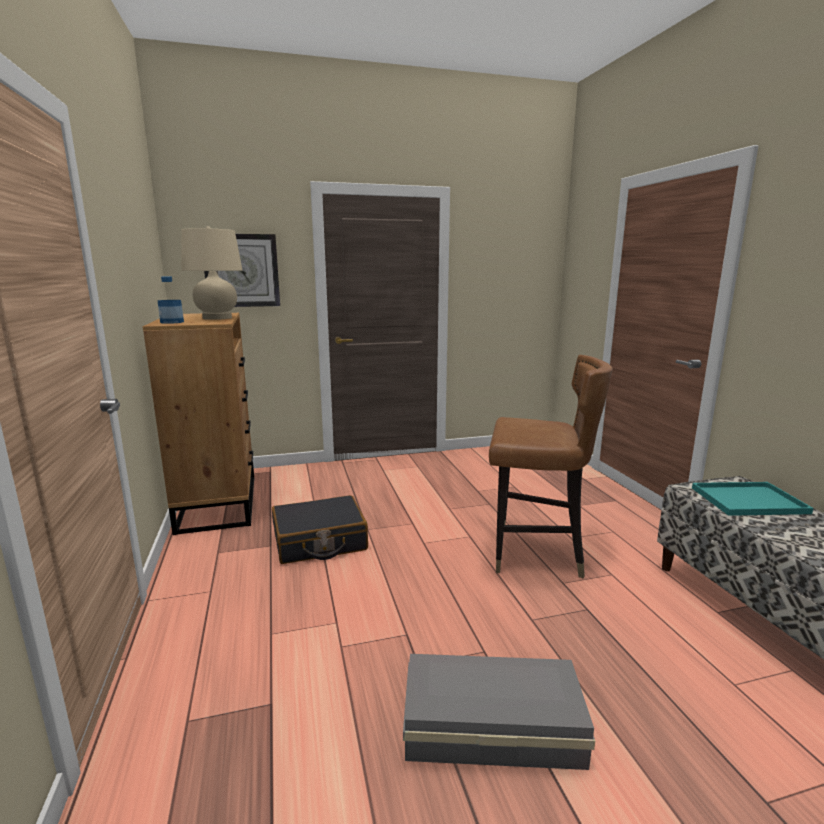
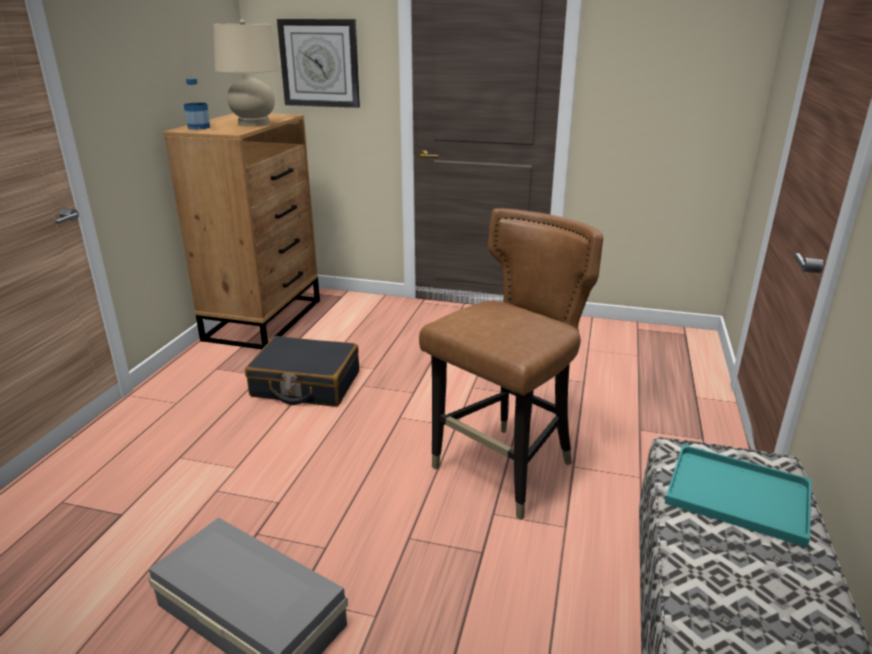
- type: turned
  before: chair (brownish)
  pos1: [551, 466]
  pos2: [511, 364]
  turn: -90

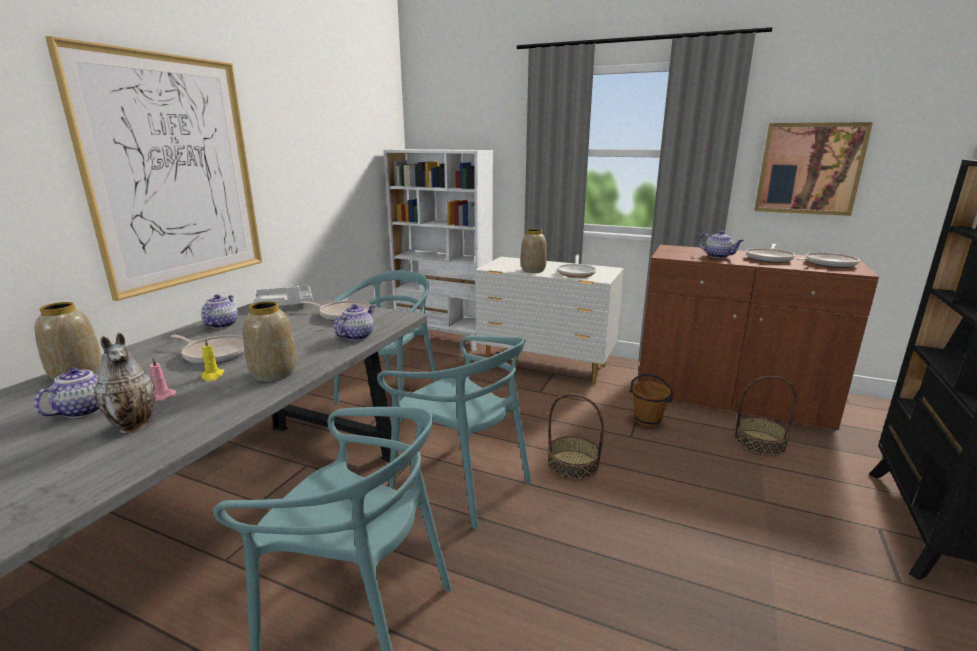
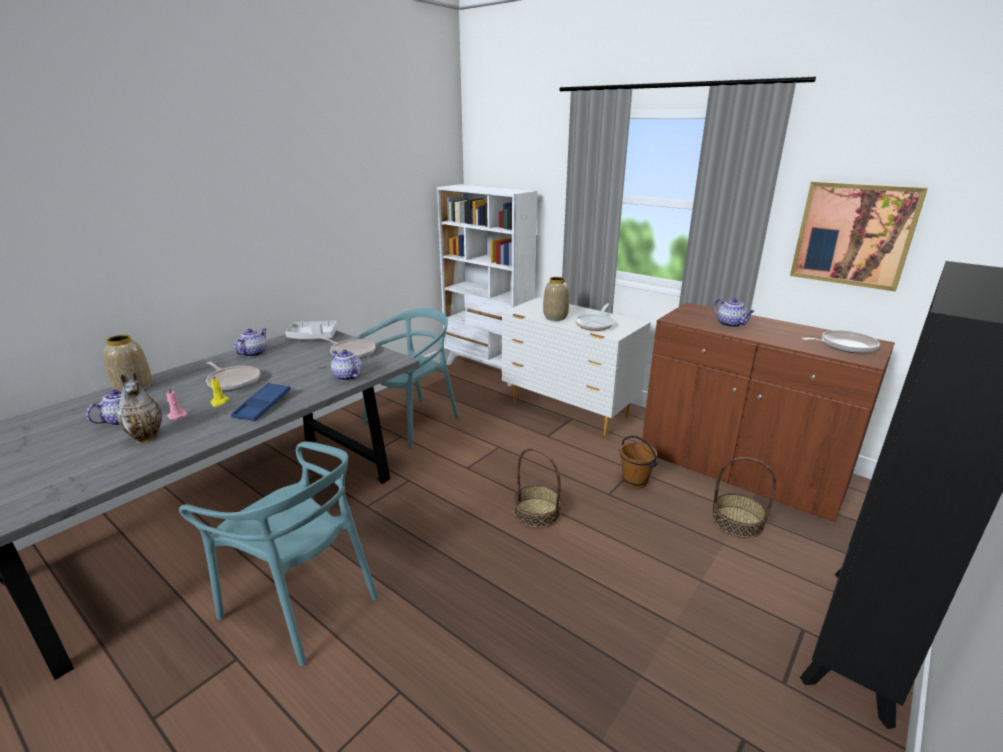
- type: removed
  before: picture
  pos1: [153, 168]
- type: removed
  before: skillet
  pos1: [770, 253]
- type: replaced
  before: vase
  after: serving tray (blue)
  pos1: [270, 341]
  pos2: [261, 402]
- type: turned
  before: teapot
  pos1: [354, 322]
  pos2: [346, 365]
  turn: -90
- type: removed
  before: chair (turquoise-coloured)
  pos1: [454, 432]

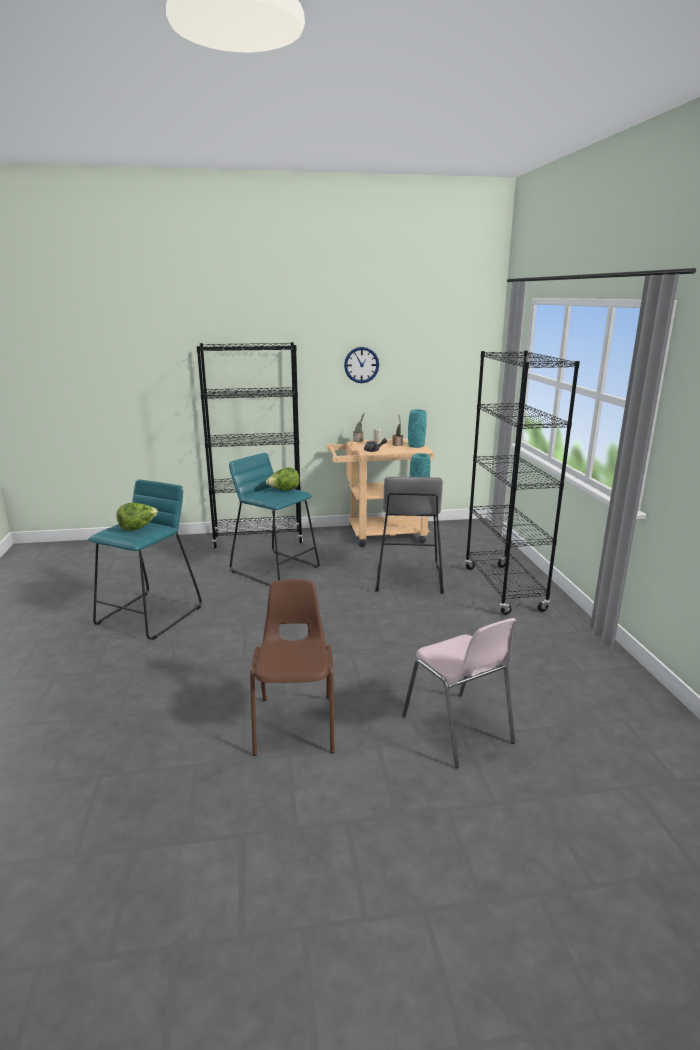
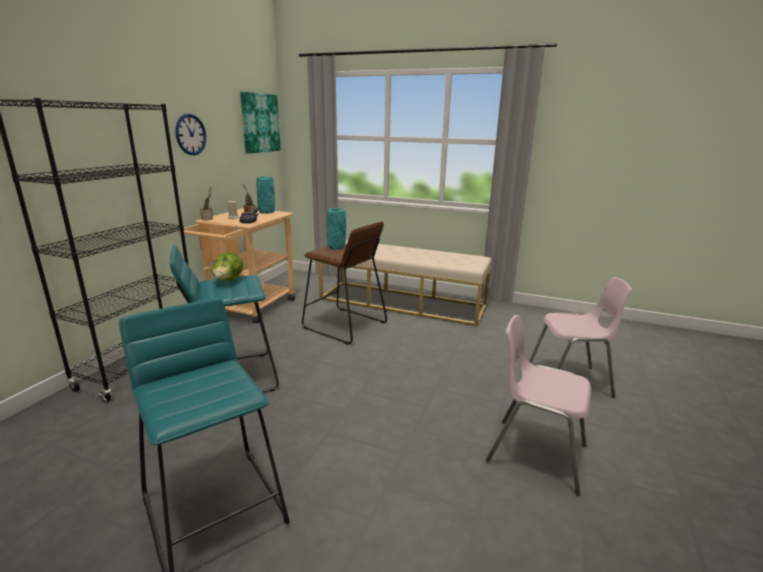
- type: replaced
  before: shelving unit (black)
  after: indoor bench (beige)
  pos1: [522, 482]
  pos2: [404, 283]
- type: recoloured
  before: stool seat (gray)
  after: stool seat (brownish)
  pos1: [409, 535]
  pos2: [344, 283]
- type: removed
  before: head of lettuce
  pos1: [137, 516]
- type: recoloured
  before: chair (brownish)
  after: chair (pinkish)
  pos1: [292, 667]
  pos2: [538, 405]
- type: added
  after: picture
  pos2: [260, 123]

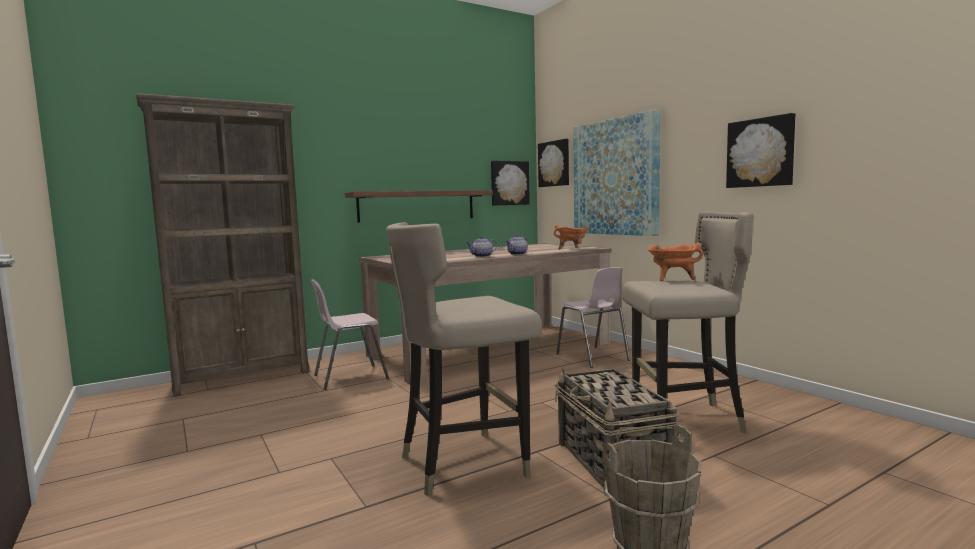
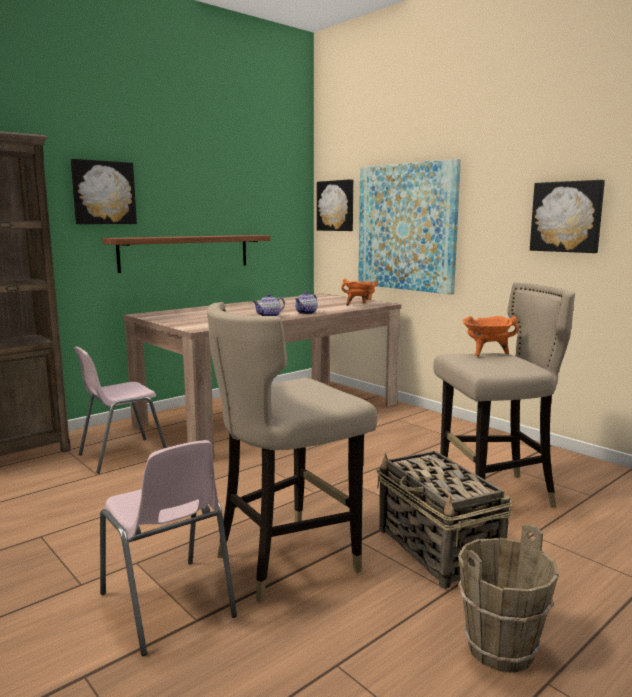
- type: moved
  before: picture
  pos1: [510, 183]
  pos2: [104, 191]
- type: moved
  before: chair (pinkish)
  pos1: [593, 317]
  pos2: [168, 548]

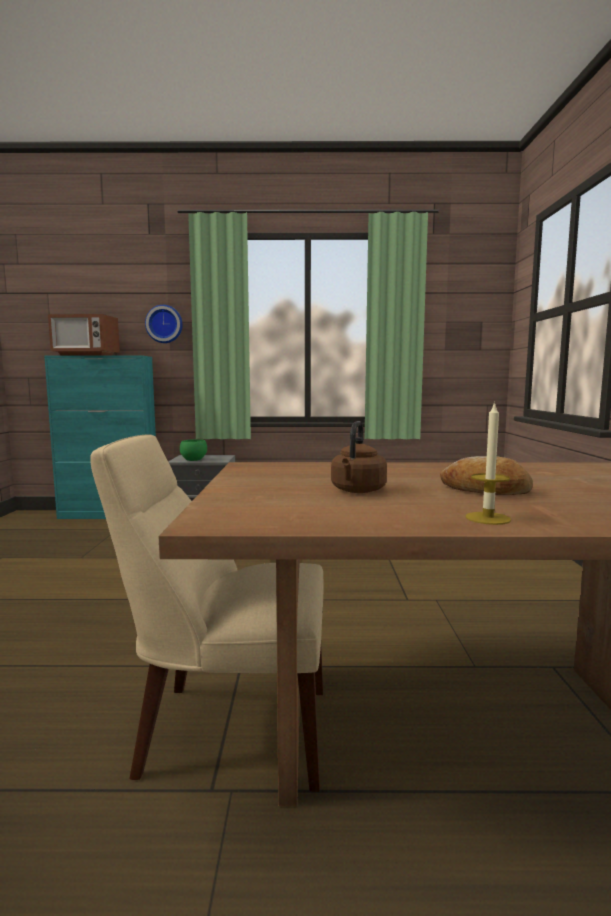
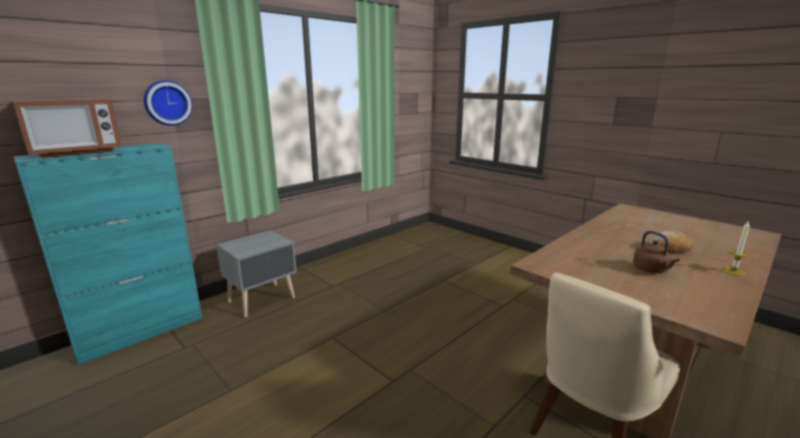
- type: removed
  before: deep dish (greenish)
  pos1: [193, 450]

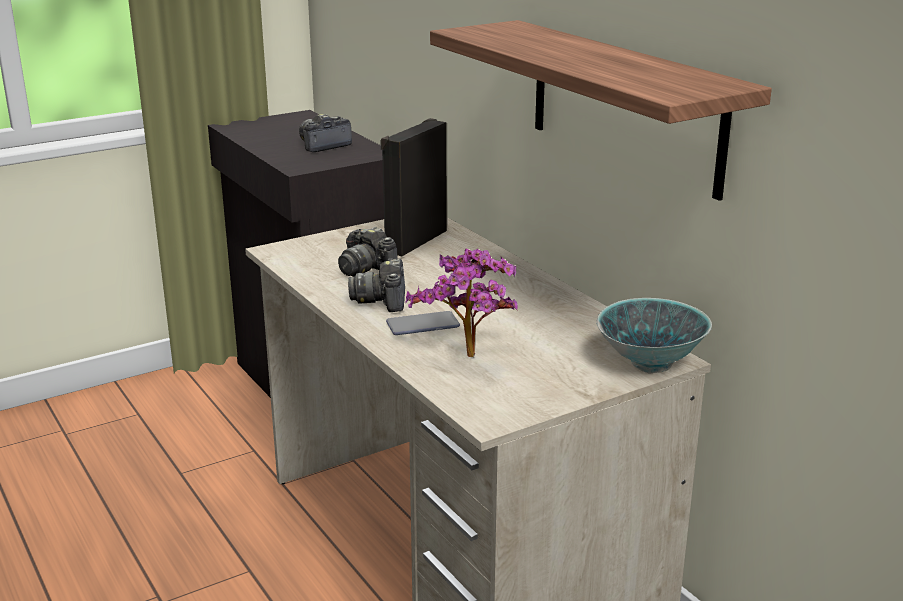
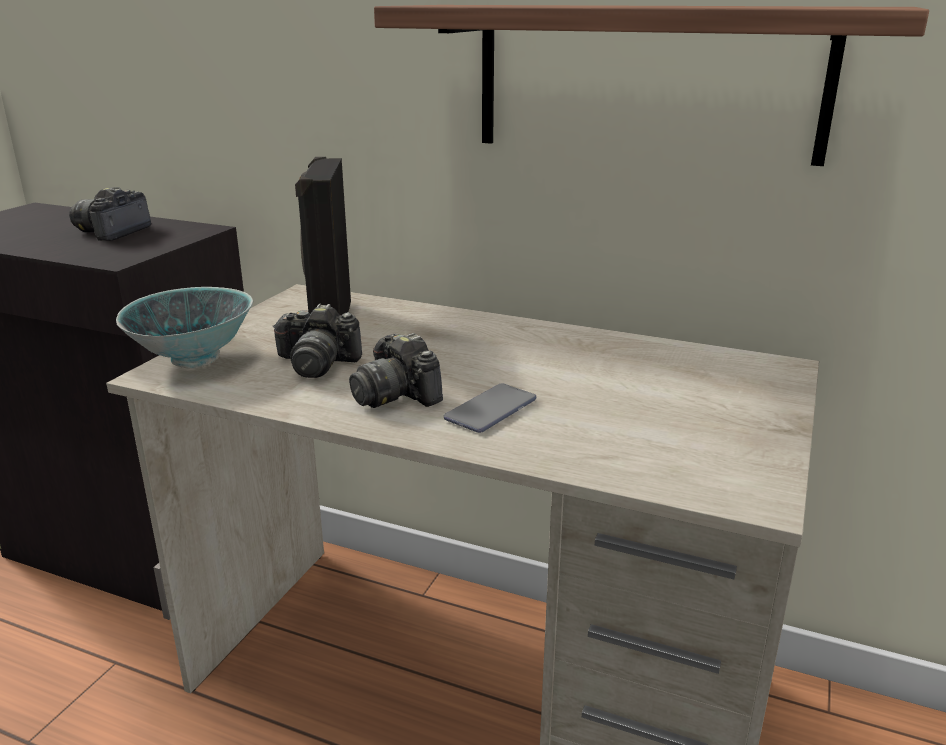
- type: removed
  before: houseplant
  pos1: [461, 302]
- type: moved
  before: deep dish
  pos1: [654, 335]
  pos2: [184, 328]

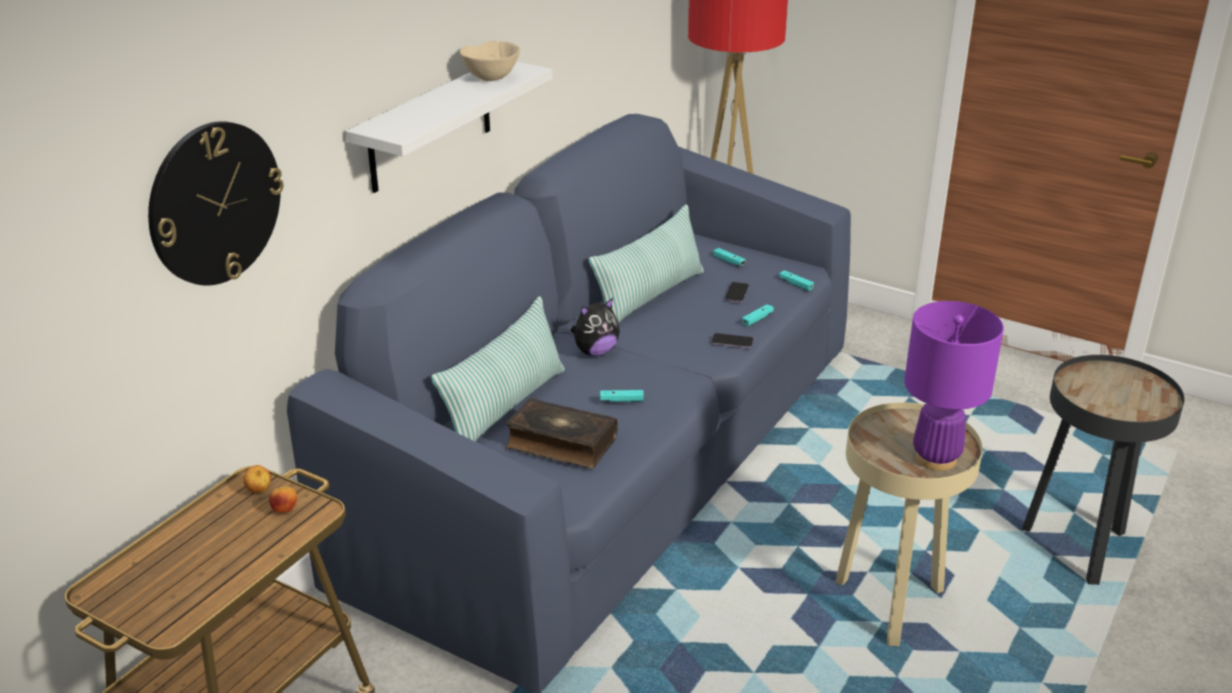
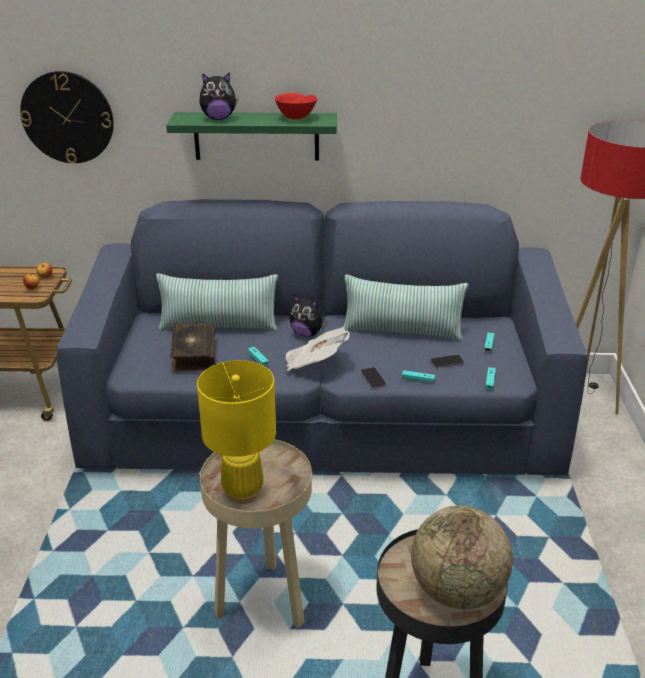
- type: recoloured
  before: deep dish (beige)
  after: deep dish (red)
  pos1: [490, 61]
  pos2: [296, 106]
- type: recoloured
  before: wall shelf (whitish)
  after: wall shelf (greenish)
  pos1: [449, 127]
  pos2: [251, 136]
- type: recoloured
  before: lamp for a table (purplish)
  after: lamp for a table (yellow)
  pos1: [954, 386]
  pos2: [236, 432]
- type: added
  after: cuddly toy
  pos2: [218, 96]
- type: added
  after: daily paper
  pos2: [318, 349]
- type: added
  after: desk globe
  pos2: [462, 557]

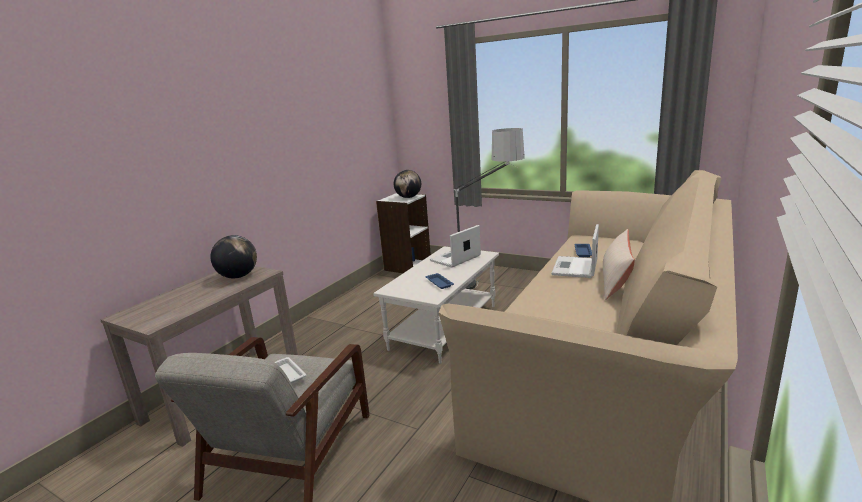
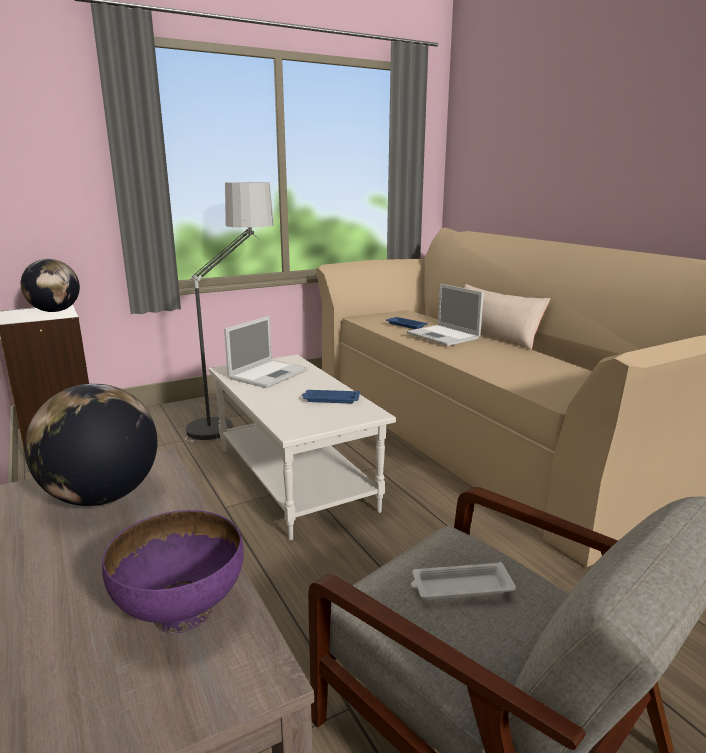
- type: turned
  before: laptop
  pos1: [455, 246]
  pos2: [266, 352]
  turn: -135
- type: added
  after: deep dish (purplish)
  pos2: [173, 571]

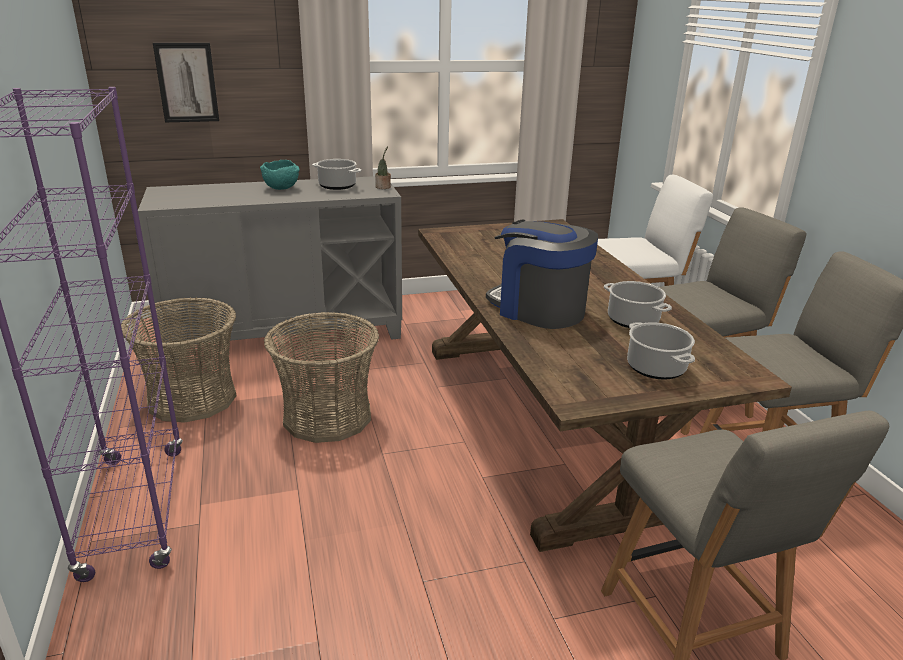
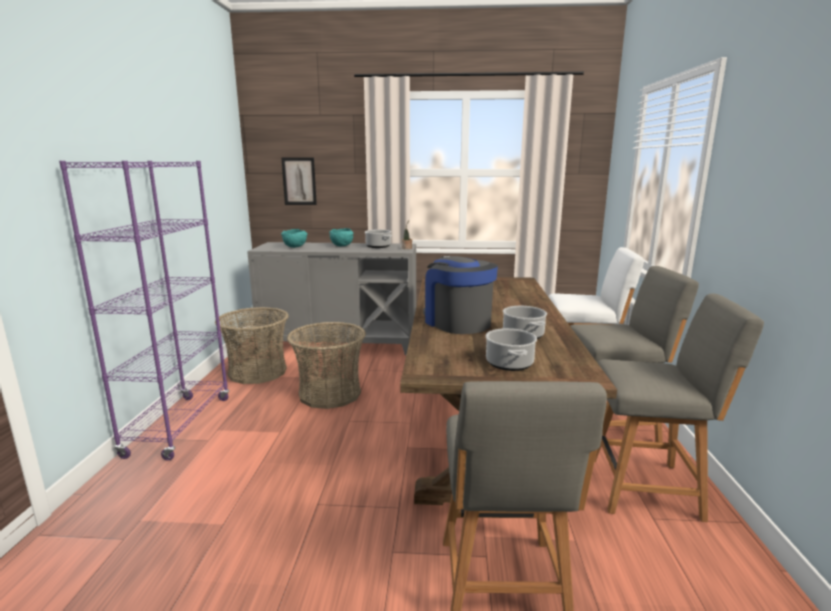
- type: added
  after: deep dish (turquoise-coloured)
  pos2: [294, 238]

